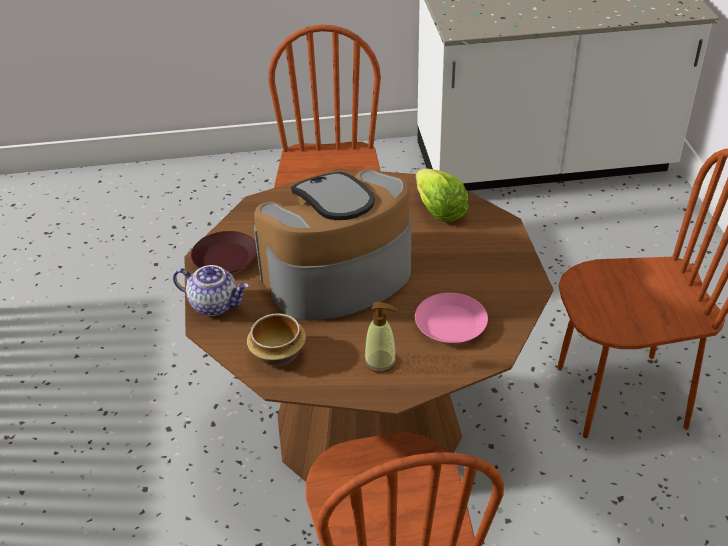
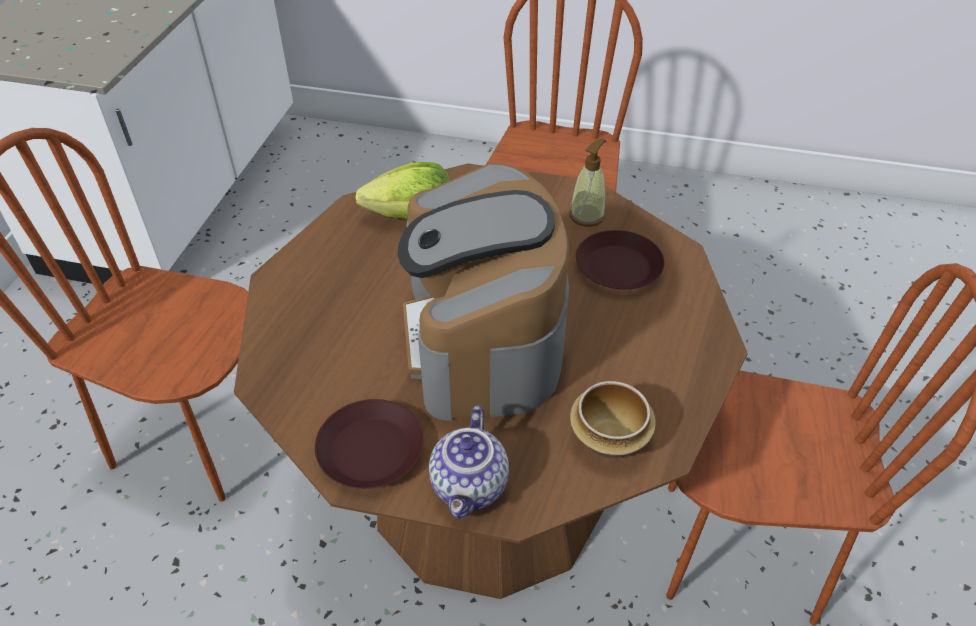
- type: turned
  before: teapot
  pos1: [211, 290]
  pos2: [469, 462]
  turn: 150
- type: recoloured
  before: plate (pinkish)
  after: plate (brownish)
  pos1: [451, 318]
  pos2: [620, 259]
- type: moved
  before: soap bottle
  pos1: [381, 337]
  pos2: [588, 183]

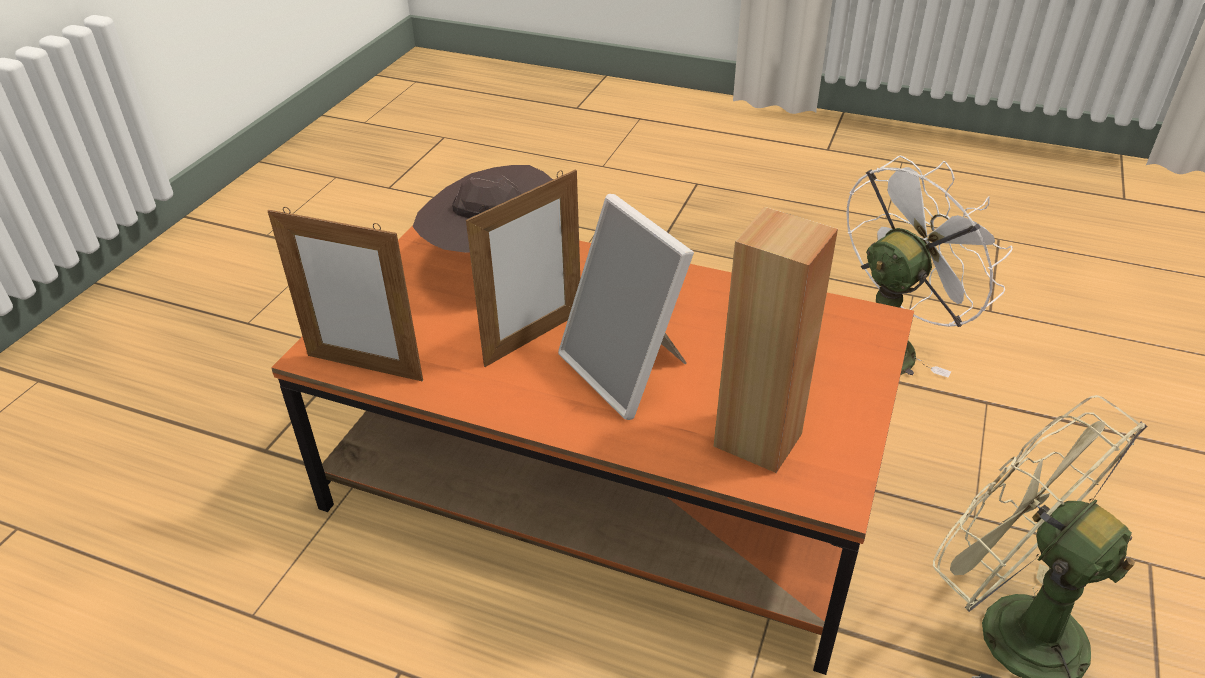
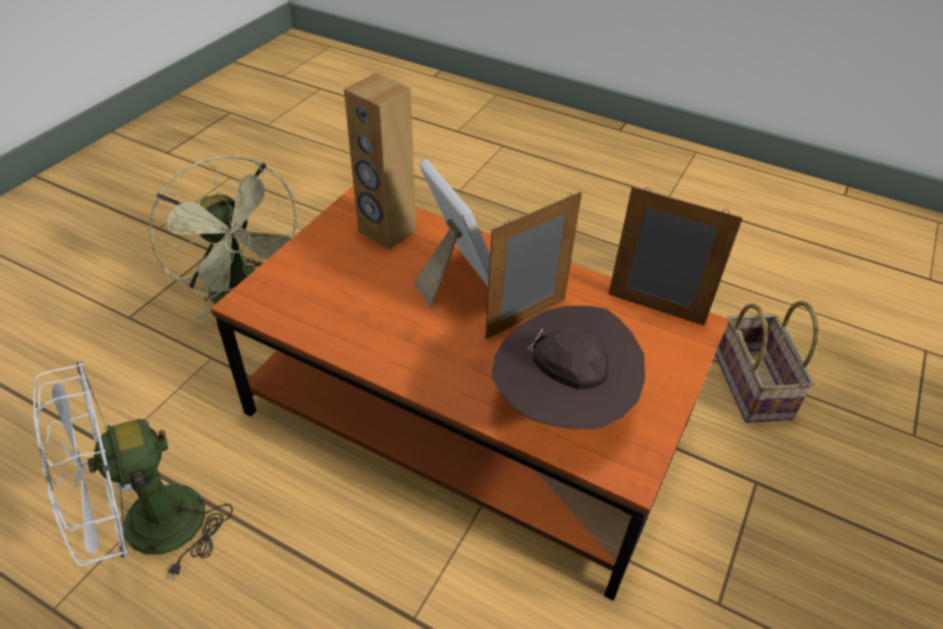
- type: added
  after: storage basket
  pos2: [767, 362]

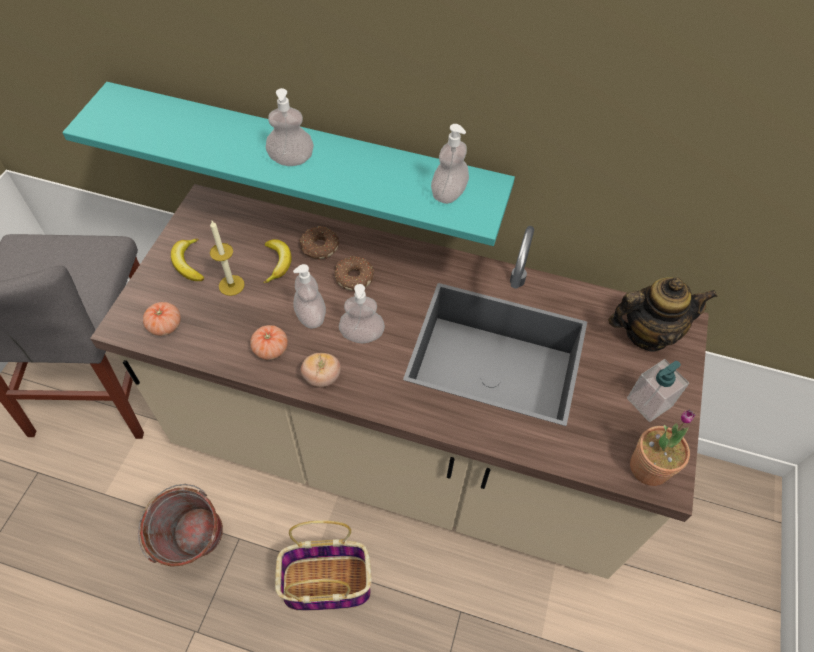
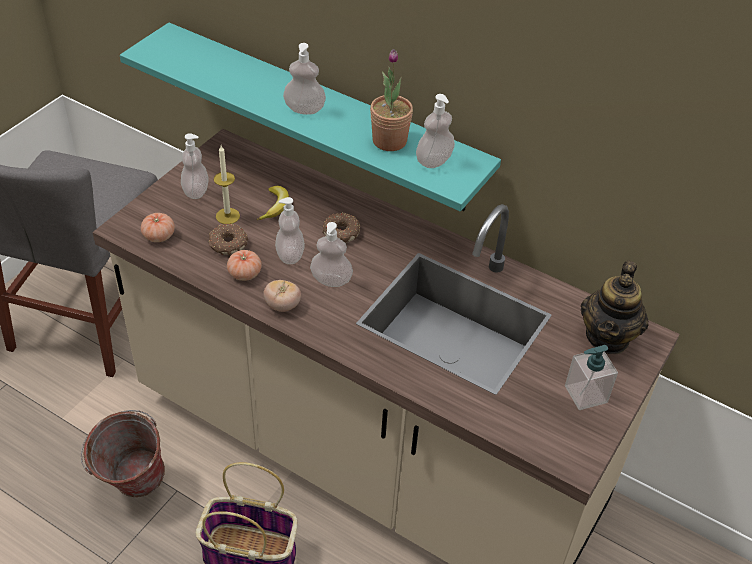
- type: moved
  before: donut
  pos1: [319, 243]
  pos2: [228, 239]
- type: replaced
  before: banana fruit
  after: soap bottle
  pos1: [187, 259]
  pos2: [195, 166]
- type: turned
  before: teapot
  pos1: [662, 314]
  pos2: [615, 307]
  turn: 105
- type: moved
  before: houseplant
  pos1: [663, 448]
  pos2: [391, 100]

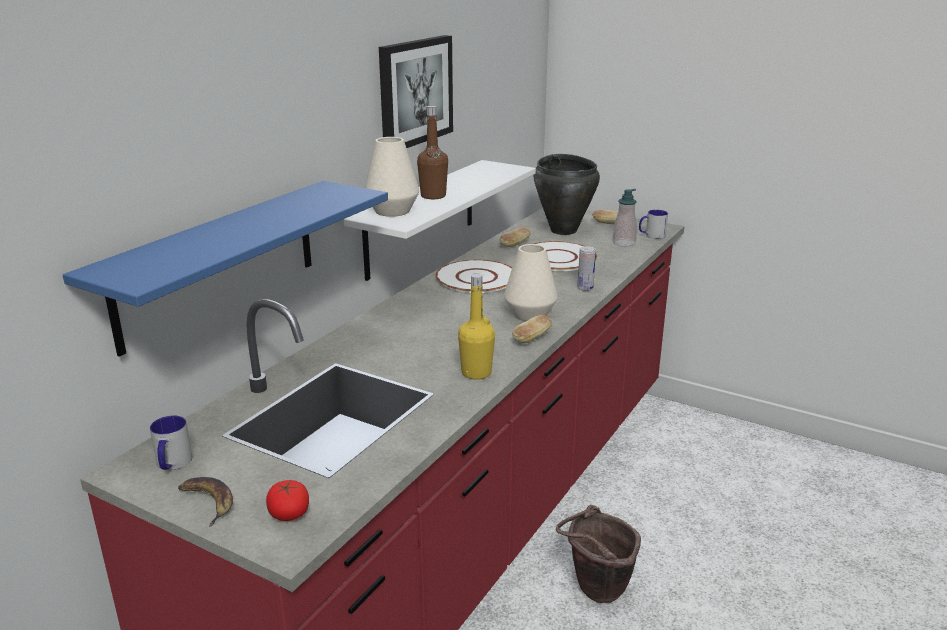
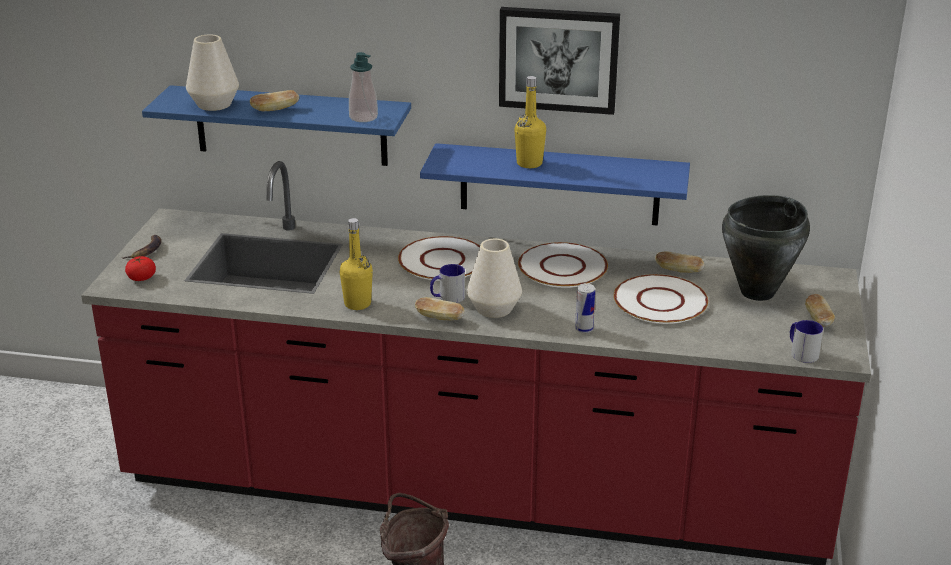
- type: recoloured
  before: drink bottle (brownish)
  after: drink bottle (yellow)
  pos1: [432, 152]
  pos2: [530, 122]
- type: moved
  before: vase (whitish)
  pos1: [392, 177]
  pos2: [212, 72]
- type: recoloured
  before: wall shelf (whitish)
  after: wall shelf (blue)
  pos1: [440, 220]
  pos2: [555, 184]
- type: moved
  before: soap bottle
  pos1: [624, 218]
  pos2: [363, 87]
- type: moved
  before: tea mug
  pos1: [171, 443]
  pos2: [447, 283]
- type: added
  after: bread
  pos2: [274, 100]
- type: added
  after: plate (whitish)
  pos2: [439, 258]

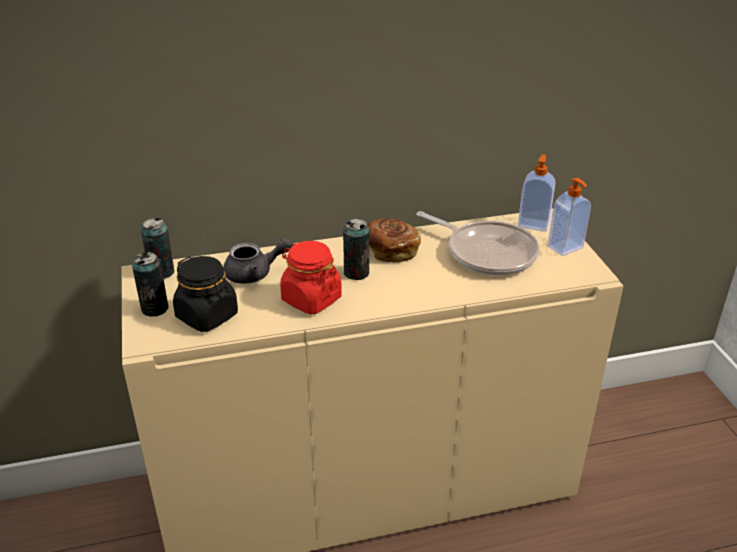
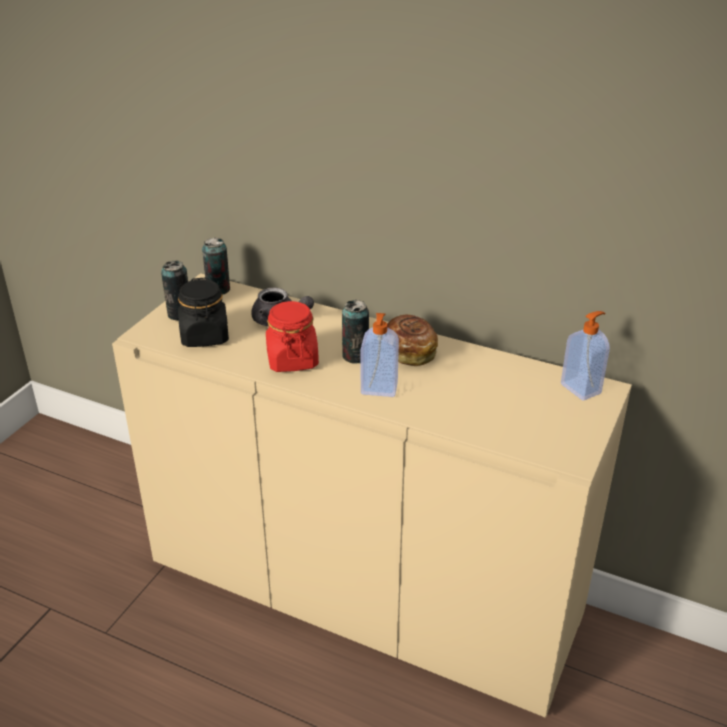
- type: moved
  before: soap bottle
  pos1: [569, 217]
  pos2: [380, 355]
- type: removed
  before: skillet
  pos1: [478, 243]

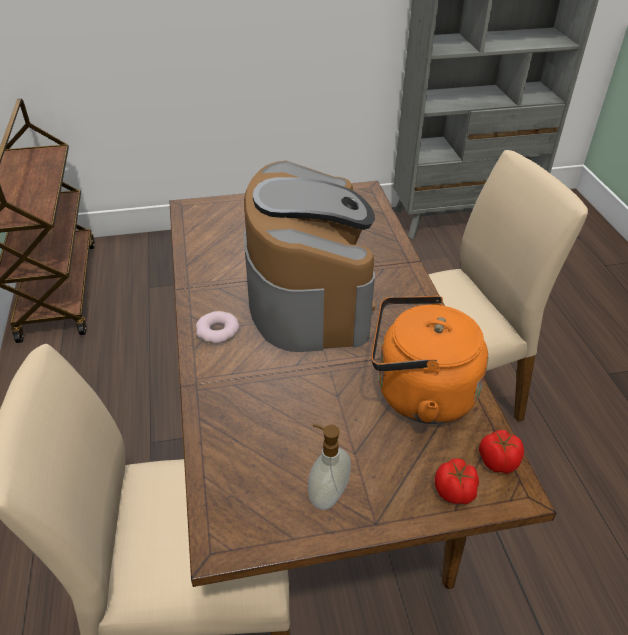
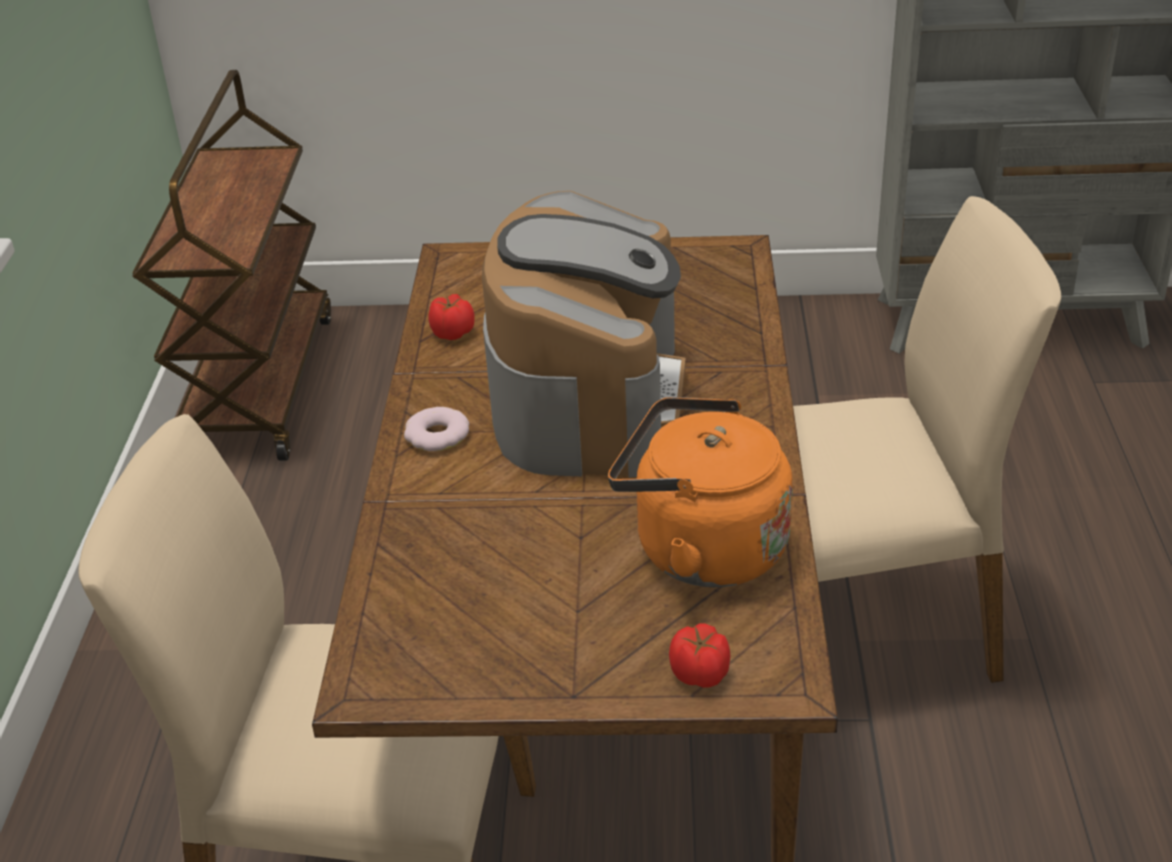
- type: removed
  before: soap bottle
  pos1: [329, 467]
- type: moved
  before: fresh tomato
  pos1: [501, 452]
  pos2: [452, 317]

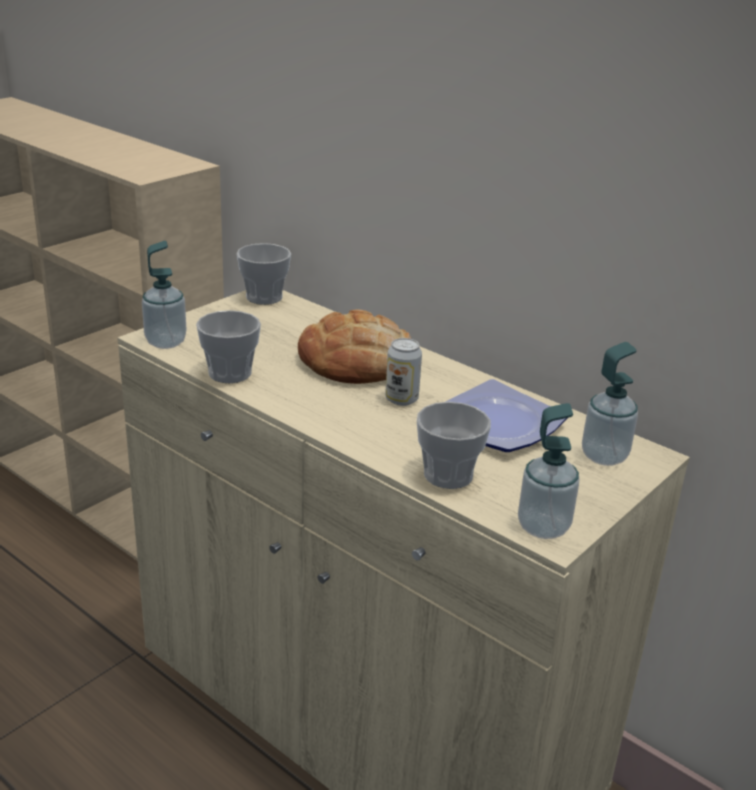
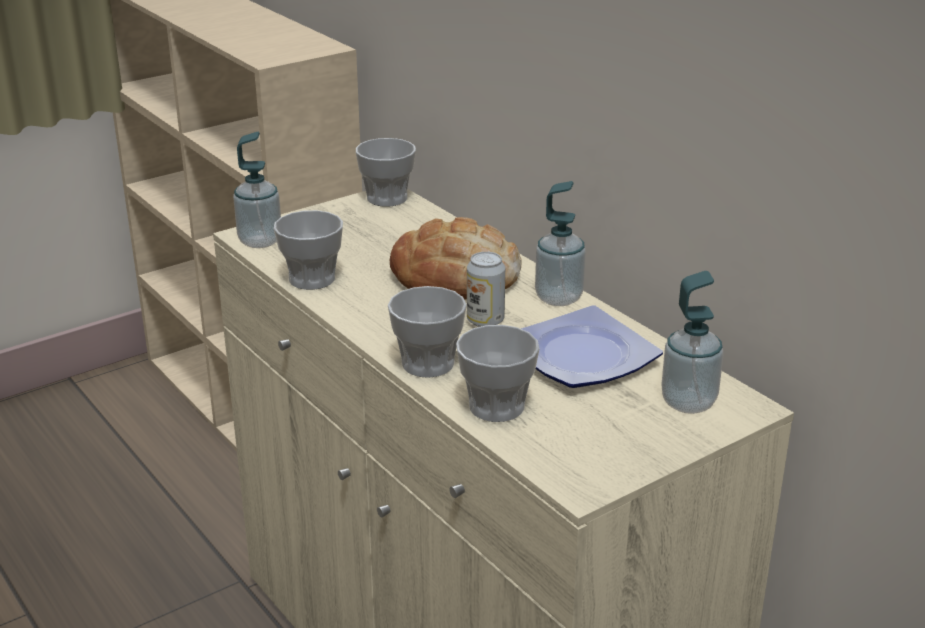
- type: moved
  before: soap bottle
  pos1: [548, 471]
  pos2: [560, 243]
- type: added
  after: cup
  pos2: [427, 332]

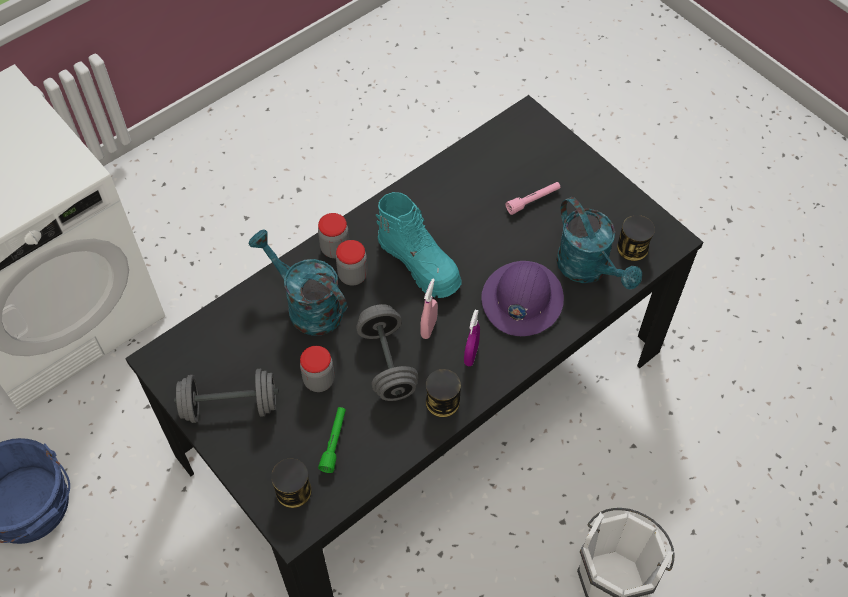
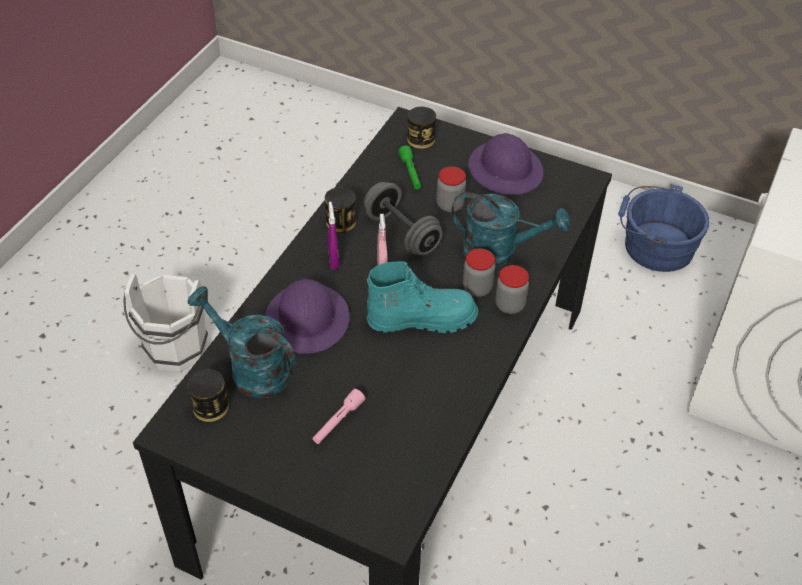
- type: turned
  before: boot (turquoise-coloured)
  pos1: [419, 245]
  pos2: [422, 297]
  turn: 150
- type: replaced
  before: dumbbell (gray)
  after: work helmet (purplish)
  pos1: [226, 396]
  pos2: [505, 164]

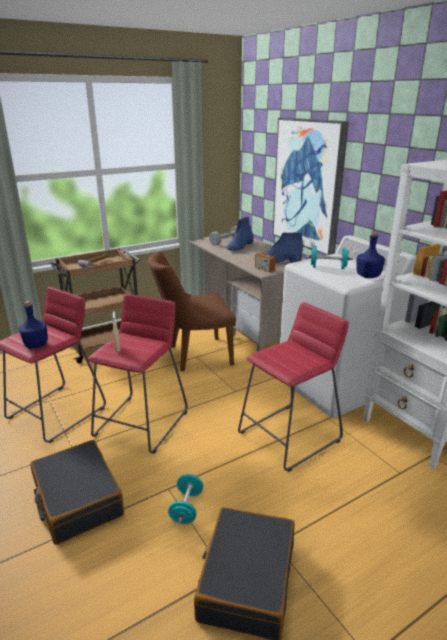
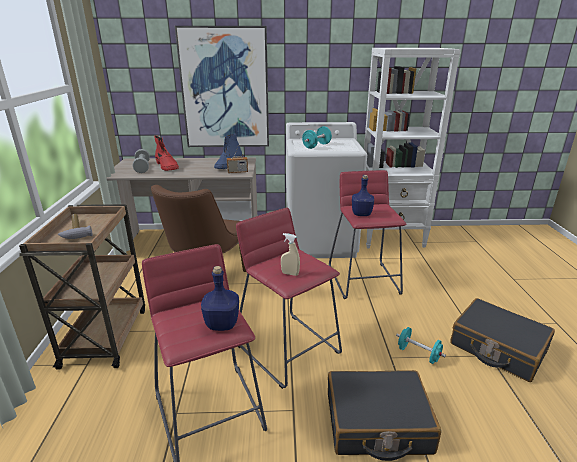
- type: recoloured
  before: boot (blue)
  after: boot (red)
  pos1: [240, 234]
  pos2: [166, 153]
- type: moved
  before: drink bottle (blue)
  pos1: [370, 255]
  pos2: [363, 195]

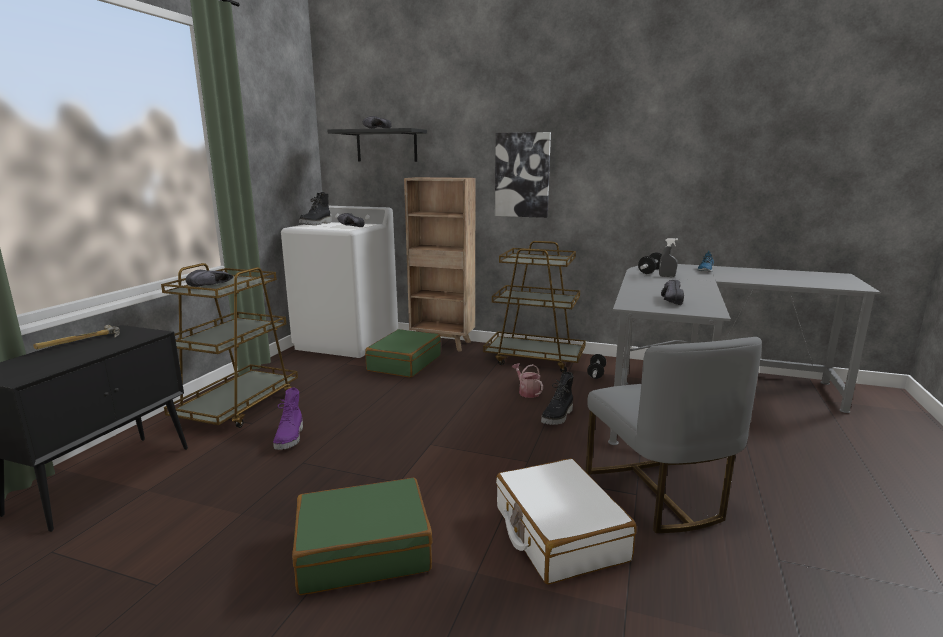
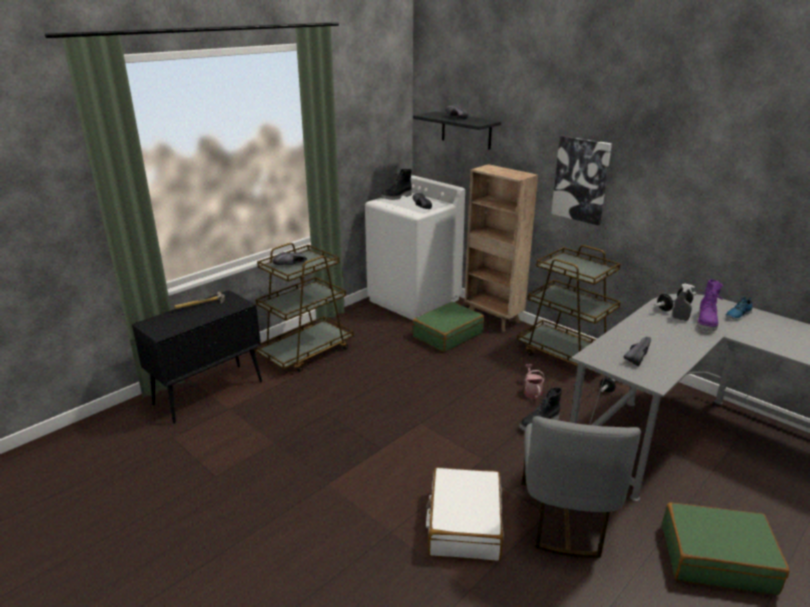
- type: moved
  before: boot (purplish)
  pos1: [288, 419]
  pos2: [710, 305]
- type: moved
  before: suitcase (greenish)
  pos1: [362, 536]
  pos2: [725, 548]

